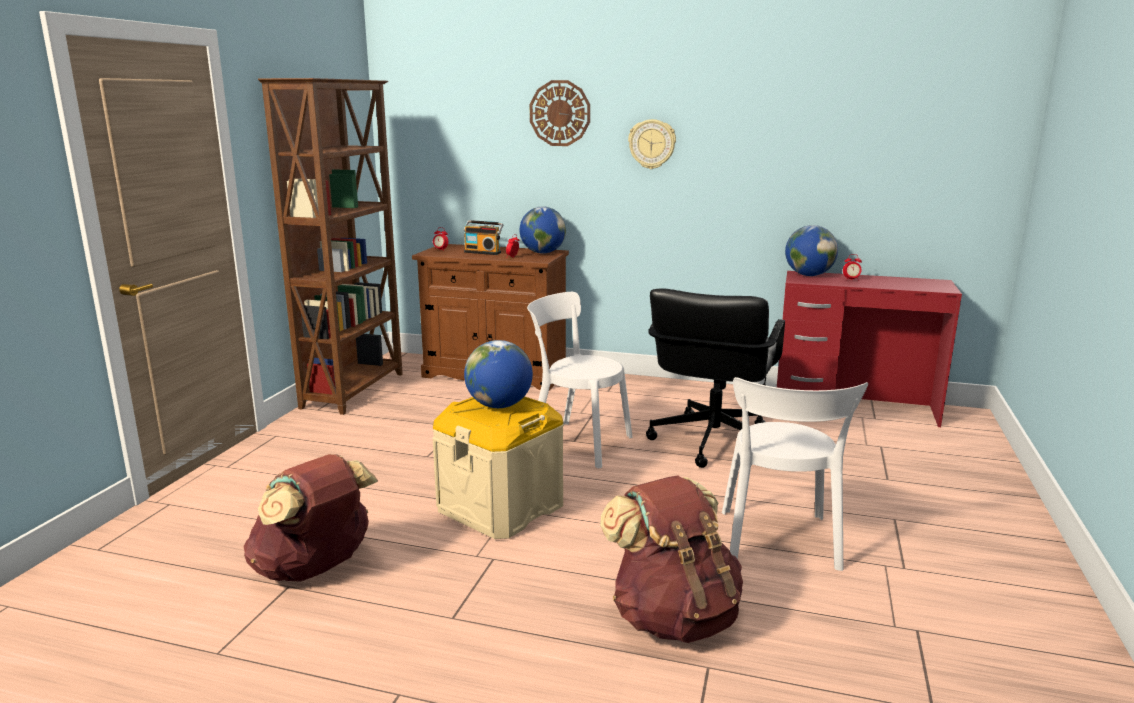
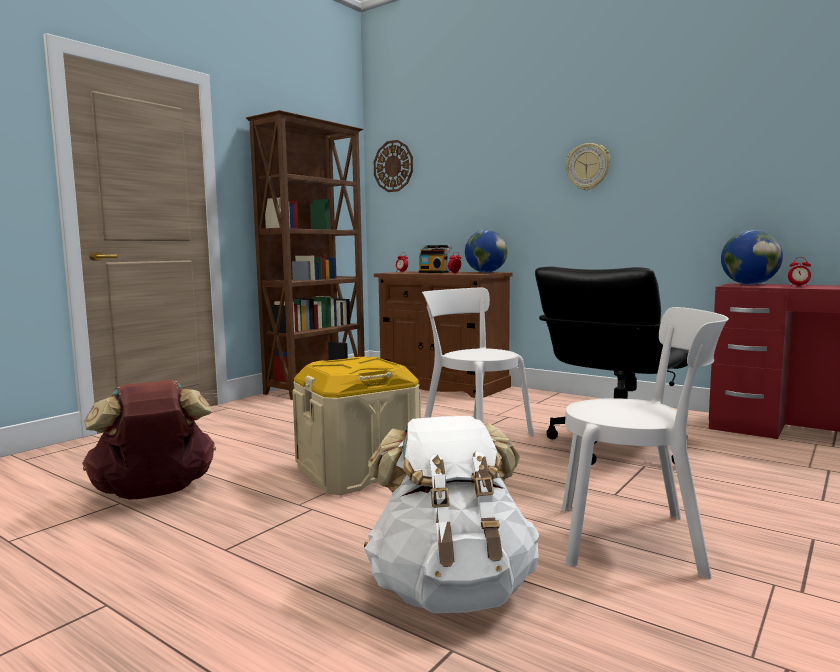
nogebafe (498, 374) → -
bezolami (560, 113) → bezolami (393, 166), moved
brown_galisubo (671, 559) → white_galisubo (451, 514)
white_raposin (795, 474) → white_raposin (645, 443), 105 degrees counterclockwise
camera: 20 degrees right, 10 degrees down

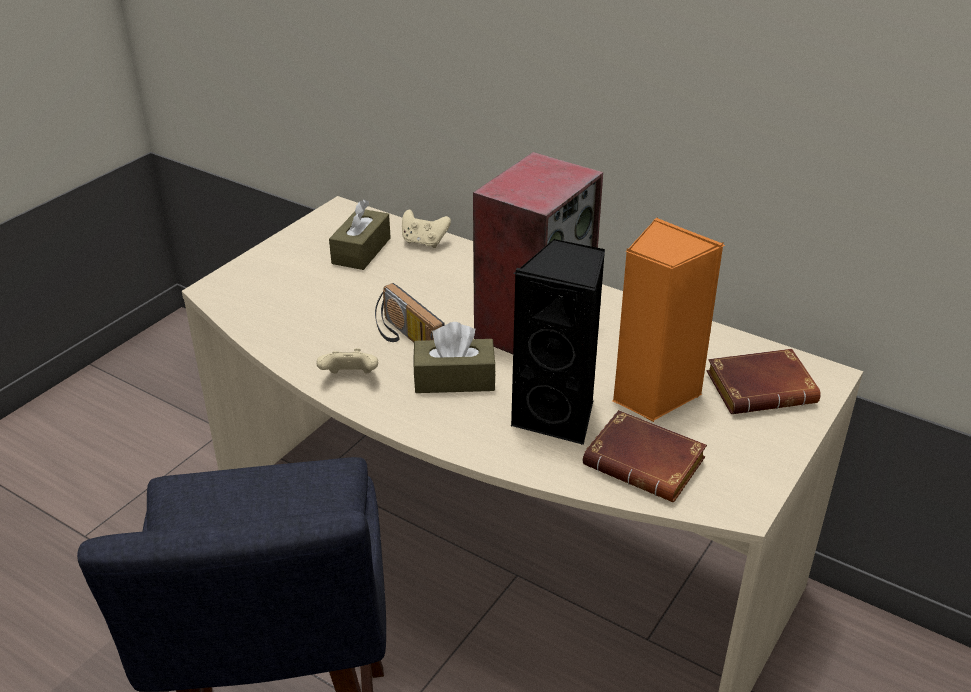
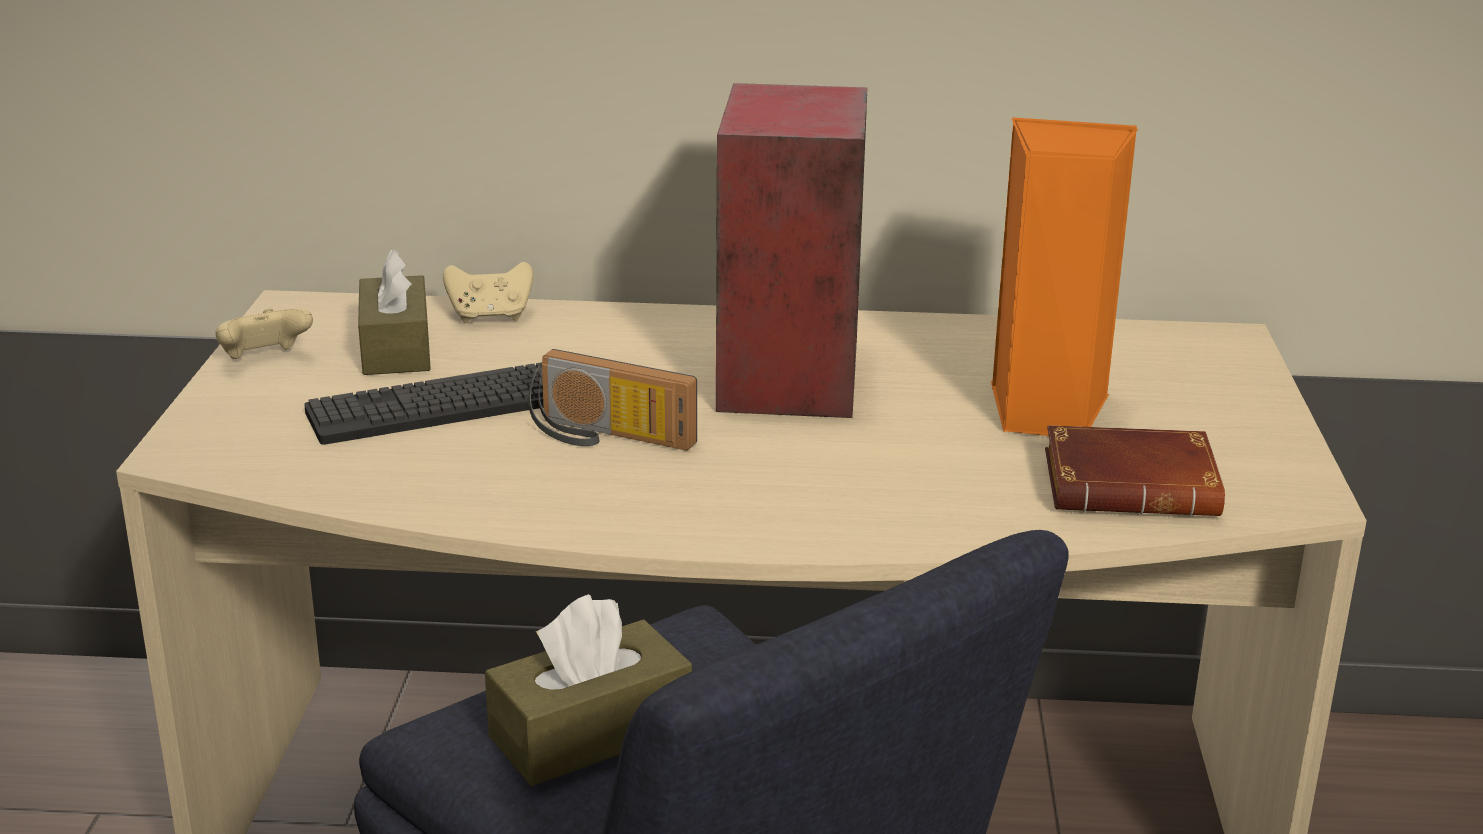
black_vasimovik (557, 342) → -
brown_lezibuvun (763, 381) → -
- → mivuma (424, 403)
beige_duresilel (347, 361) → beige_duresilel (264, 333), moved
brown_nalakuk (454, 357) → brown_nalakuk (588, 690), moved
camera: 30 degrees left, 10 degrees down

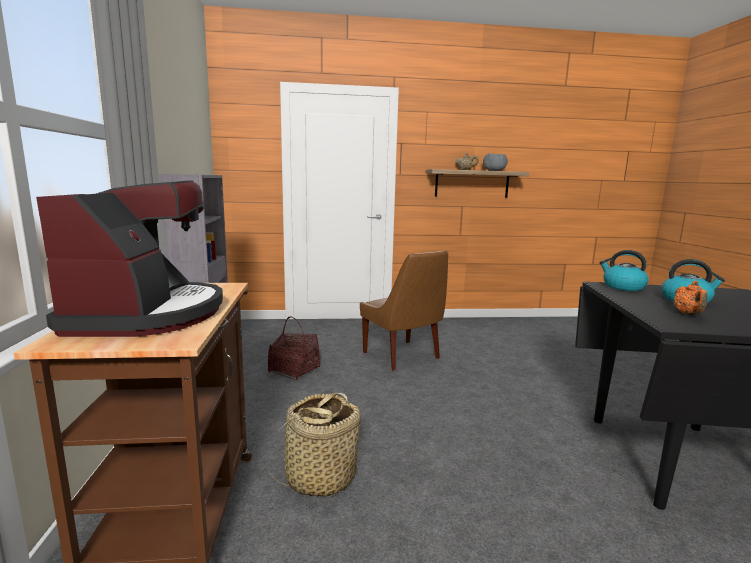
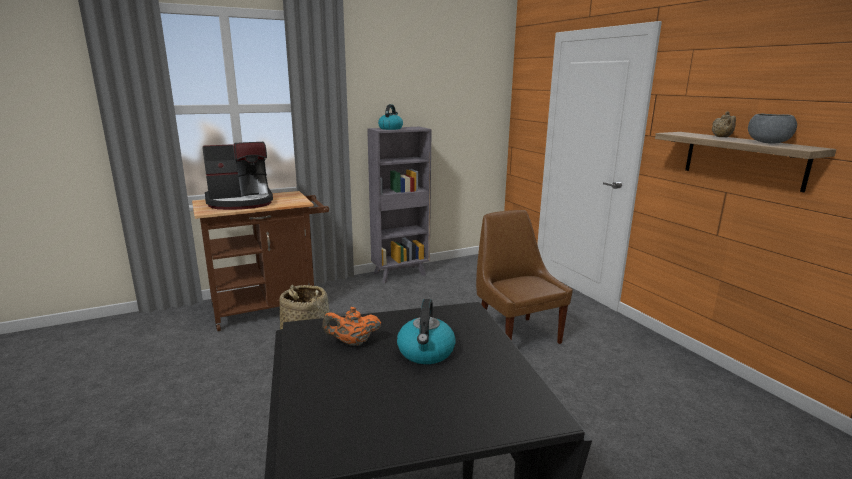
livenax (294, 348) → -
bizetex (624, 270) → bizetex (390, 117), moved
brown_raposin (404, 311) → brown_raposin (524, 277), 120 degrees clockwise
camera: 70 degrees right, 5 degrees up

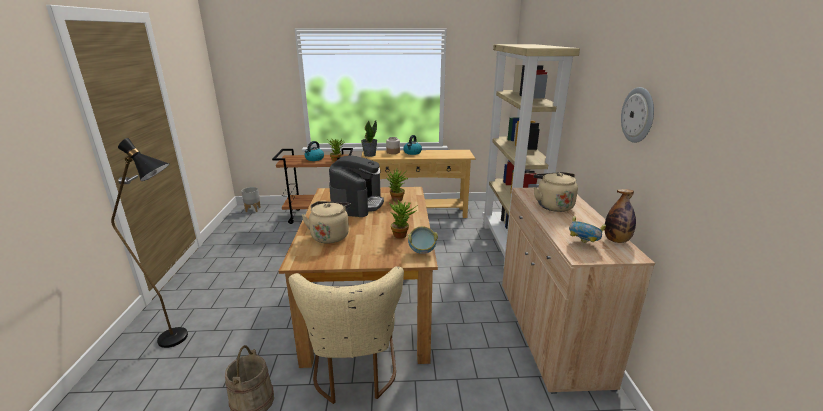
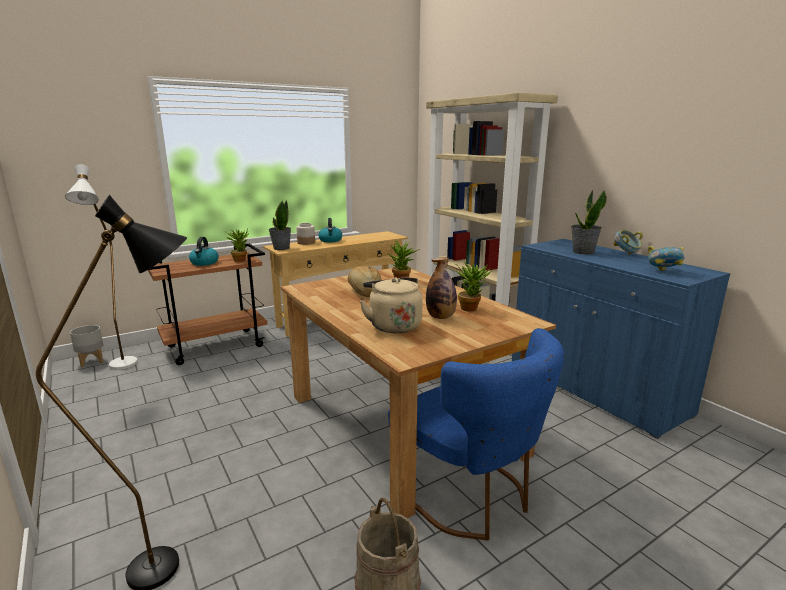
bezolami (637, 115) → -
- → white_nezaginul (101, 267)
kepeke (423, 240) → kepeke (628, 242), moved
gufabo (620, 216) → gufabo (441, 288), moved
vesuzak (356, 186) → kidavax (365, 281)
beige_bizetex (556, 192) → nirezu (589, 222)
beige_raposin (346, 335) → blue_raposin (476, 434)
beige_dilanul (578, 290) → blue_dilanul (621, 339)
camera: 30 degrees left, 5 degrees down

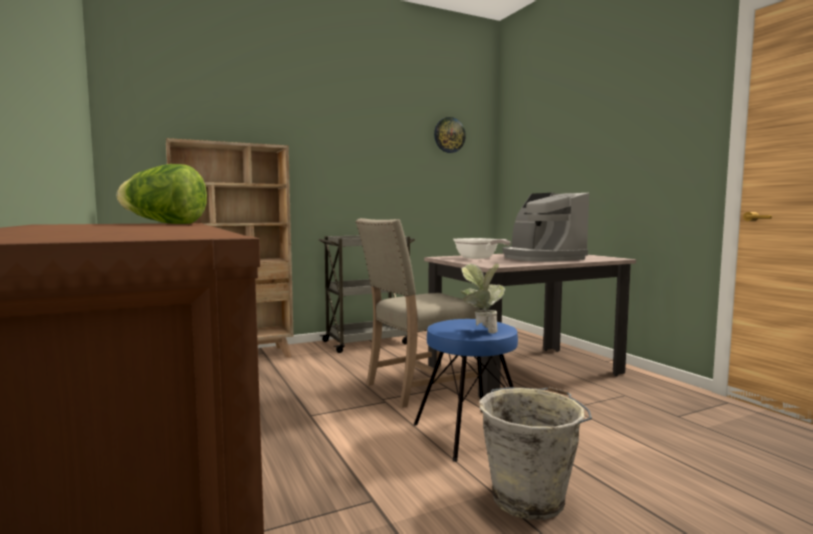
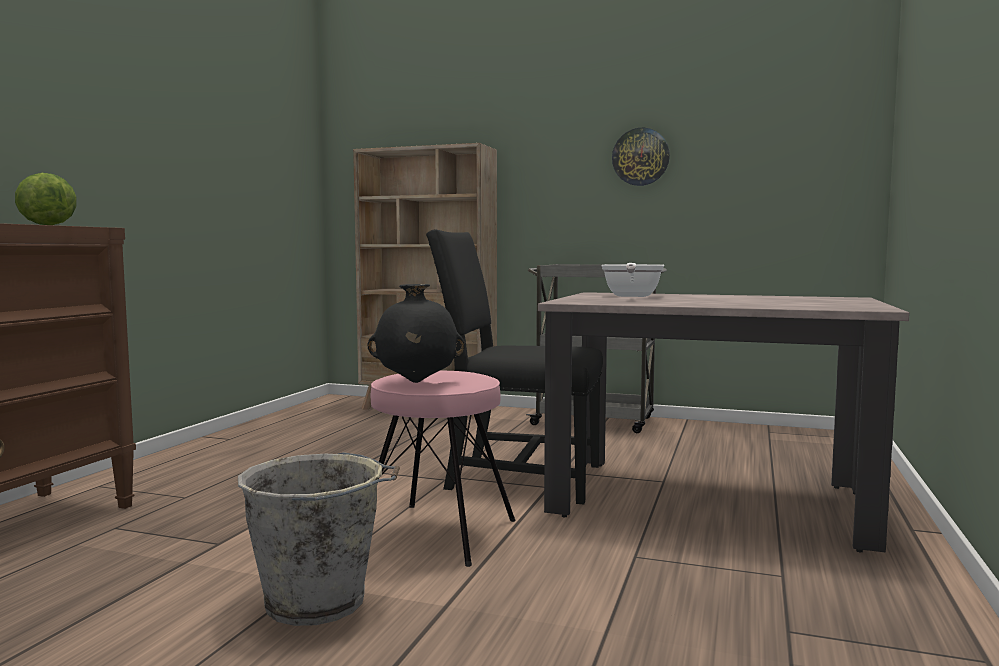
vesuzak (545, 227) → -
bezolami (450, 135) → bezolami (641, 157), moved
nirezu (483, 298) → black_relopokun (416, 333)
beige_raposin (417, 313) → black_raposin (514, 366)
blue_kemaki (466, 390) → pink_kemaki (443, 469)
camera: 45 degrees right, 0 degrees up

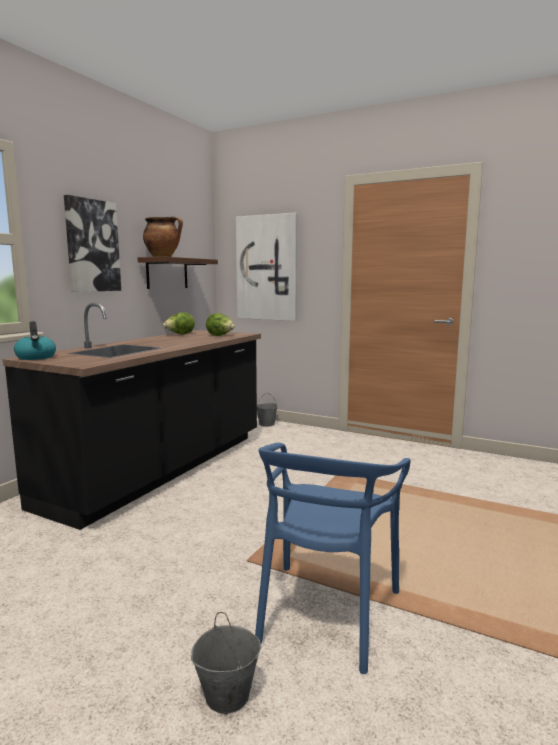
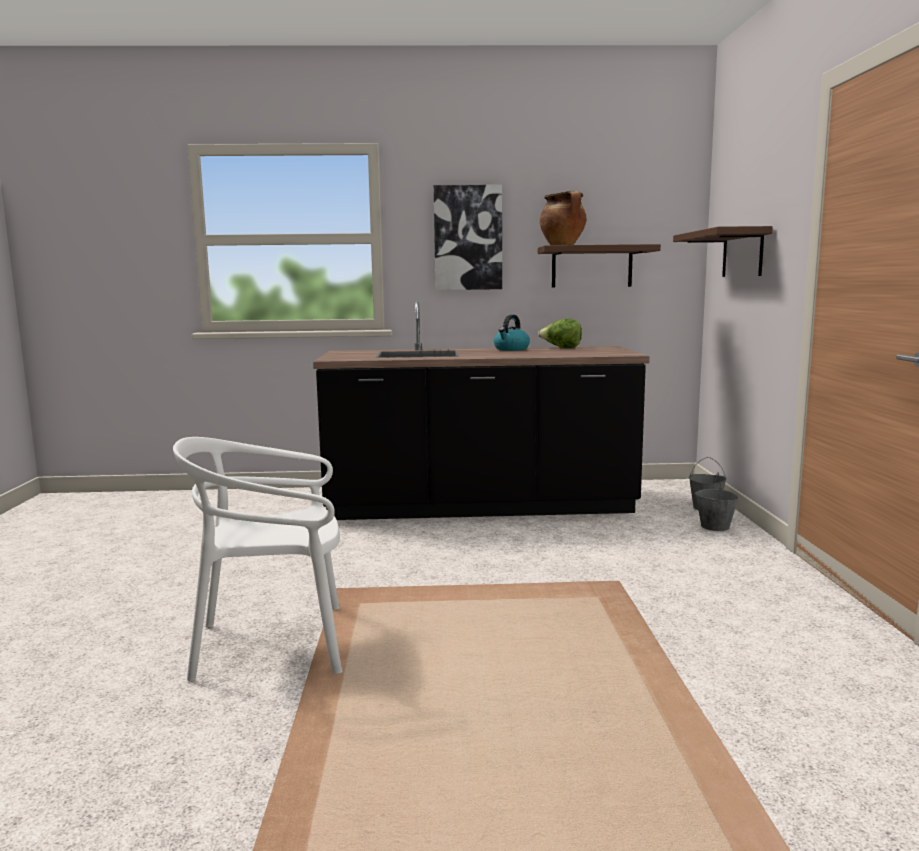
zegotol (220, 324) → -
bizetex (35, 340) → bizetex (512, 333), moved
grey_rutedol (226, 663) → grey_rutedol (717, 501), moved
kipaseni (266, 267) → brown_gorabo (723, 251)
blue_raposin (333, 558) → white_raposin (257, 559)
camera: 60 degrees right, 0 degrees up

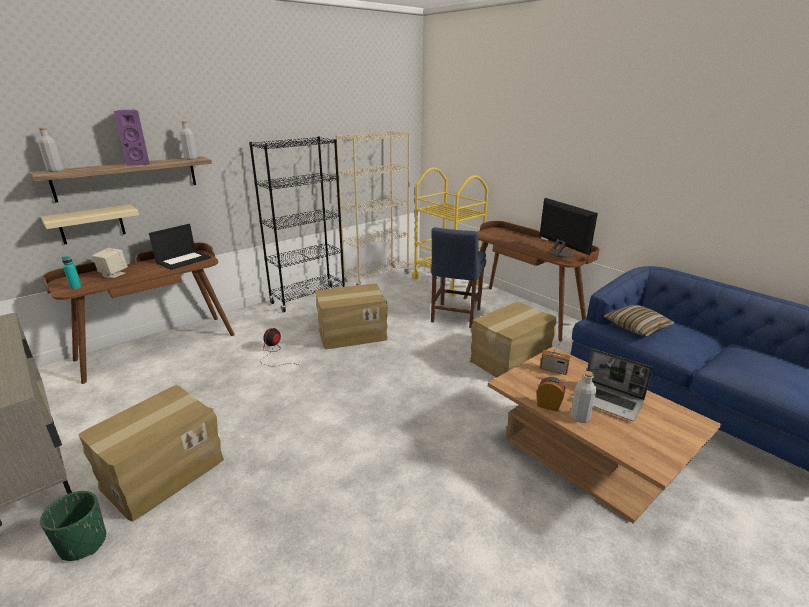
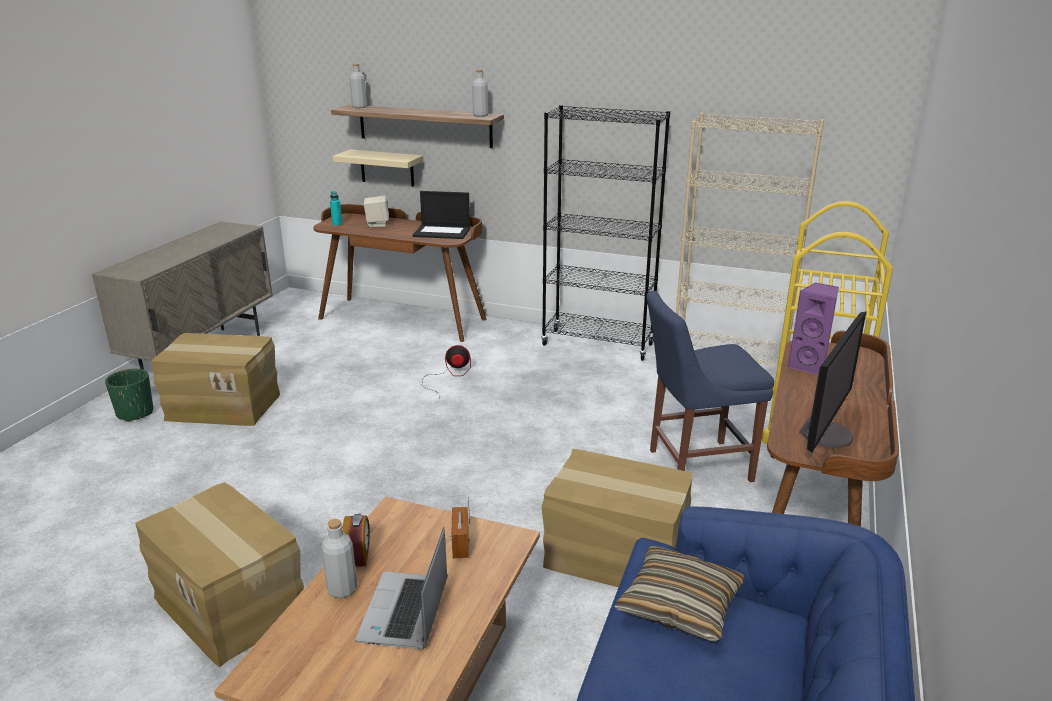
purple_vasimovik (132, 138) → purple_vasimovik (813, 328), moved
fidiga (352, 316) → fidiga (219, 574), moved
camera: 60 degrees right, 0 degrees up

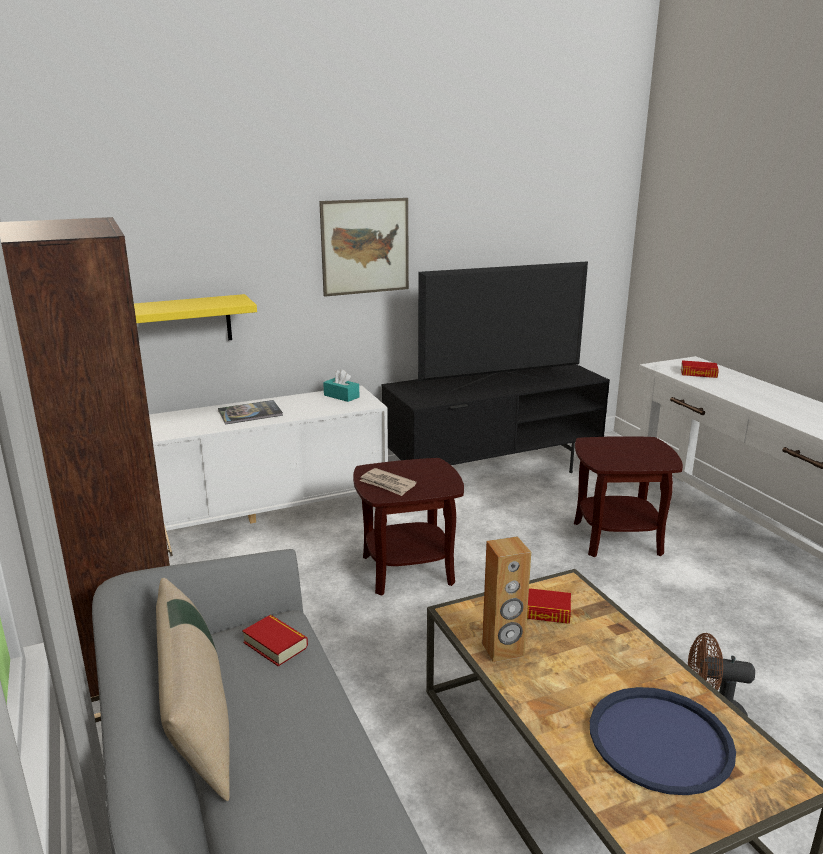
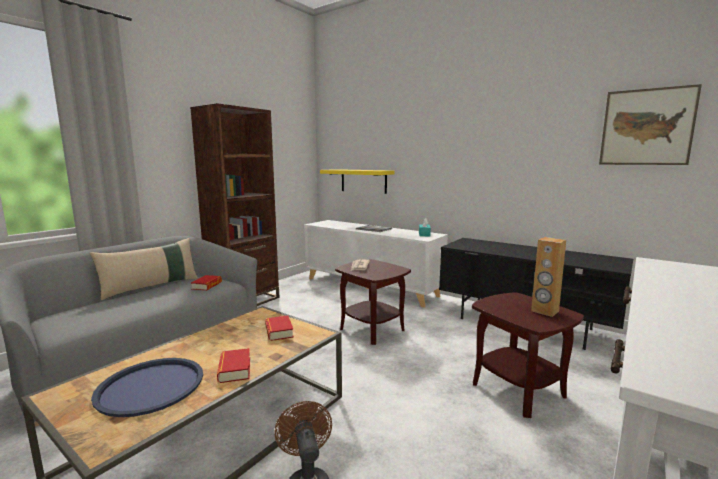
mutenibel (503, 326) → -
kipaseni (364, 247) → kipaseni (650, 124), moved
brown_vasimovik (506, 599) → brown_vasimovik (548, 277), moved
lezibuvun (700, 369) → lezibuvun (233, 365), moved
camera: 60 degrees right, 10 degrees down

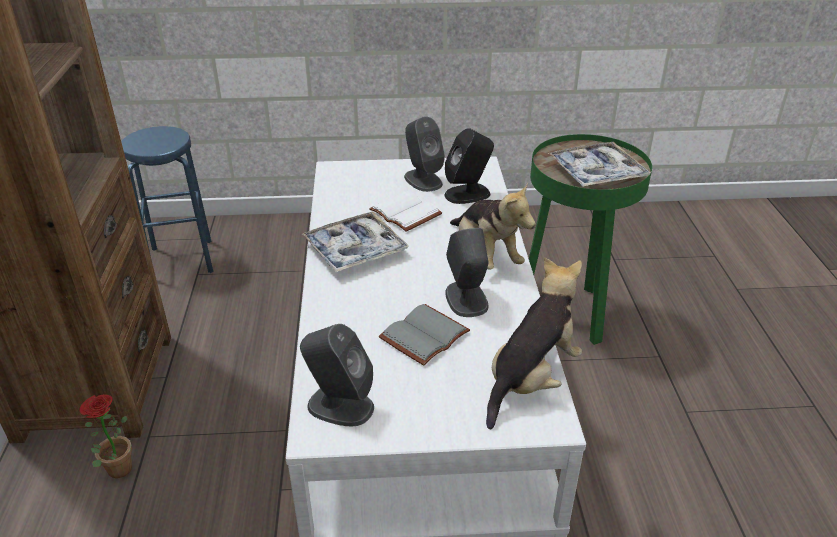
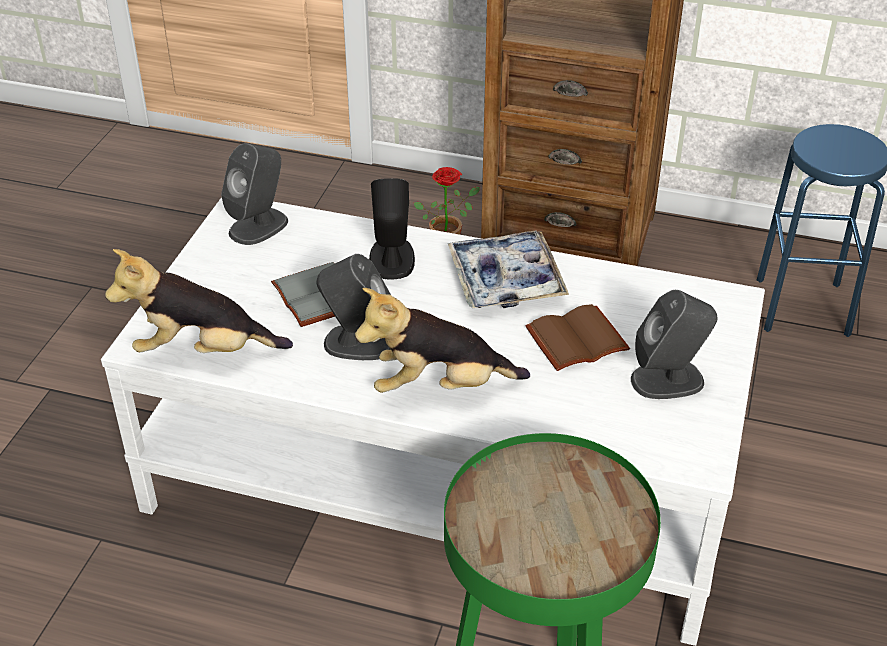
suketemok (599, 164) → -
black_vasimovik (469, 166) → black_vasimovik (392, 229), moved
white_lezibuvun (405, 211) → brown_lezibuvun (578, 337)
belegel (534, 343) → belegel (199, 301), 120 degrees clockwise
camera: 110 degrees right, 5 degrees up

